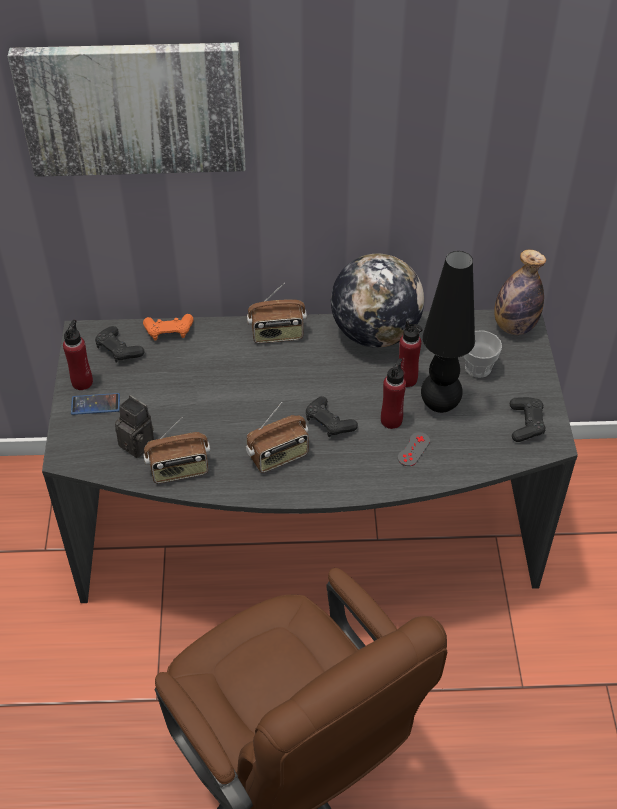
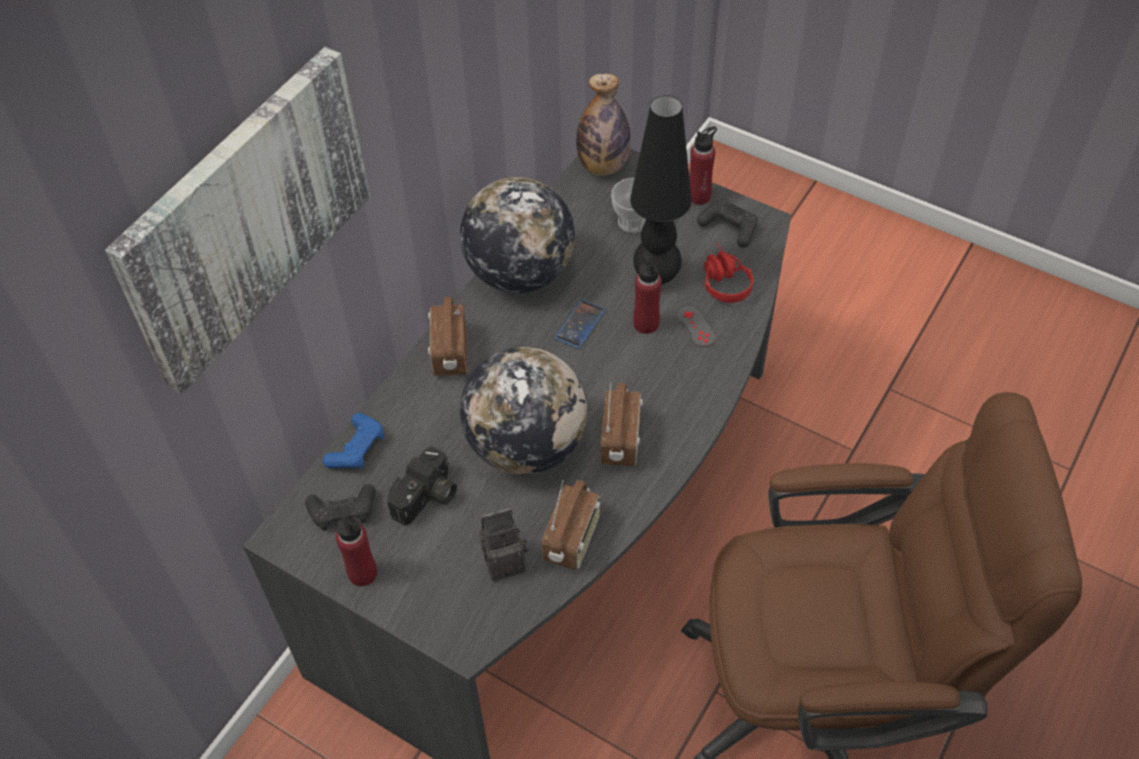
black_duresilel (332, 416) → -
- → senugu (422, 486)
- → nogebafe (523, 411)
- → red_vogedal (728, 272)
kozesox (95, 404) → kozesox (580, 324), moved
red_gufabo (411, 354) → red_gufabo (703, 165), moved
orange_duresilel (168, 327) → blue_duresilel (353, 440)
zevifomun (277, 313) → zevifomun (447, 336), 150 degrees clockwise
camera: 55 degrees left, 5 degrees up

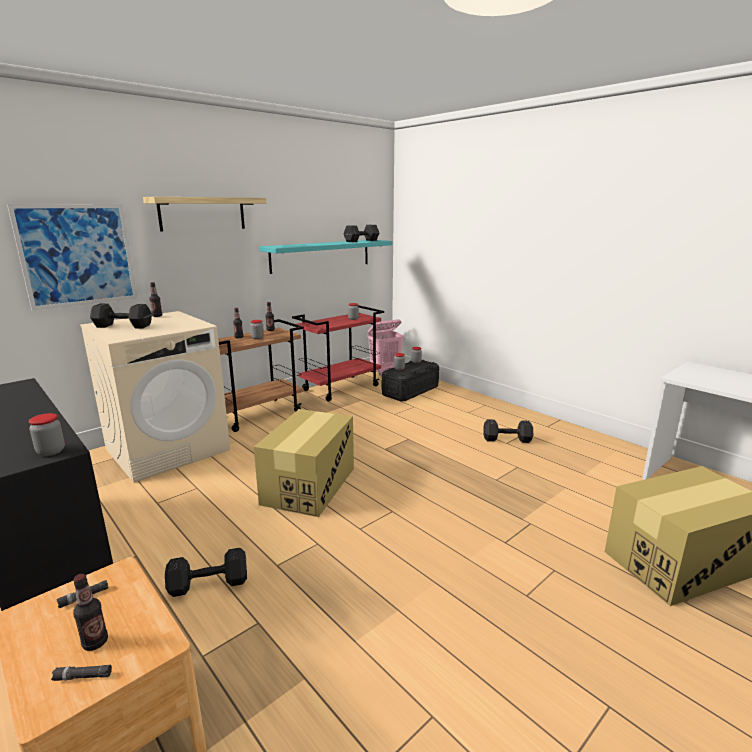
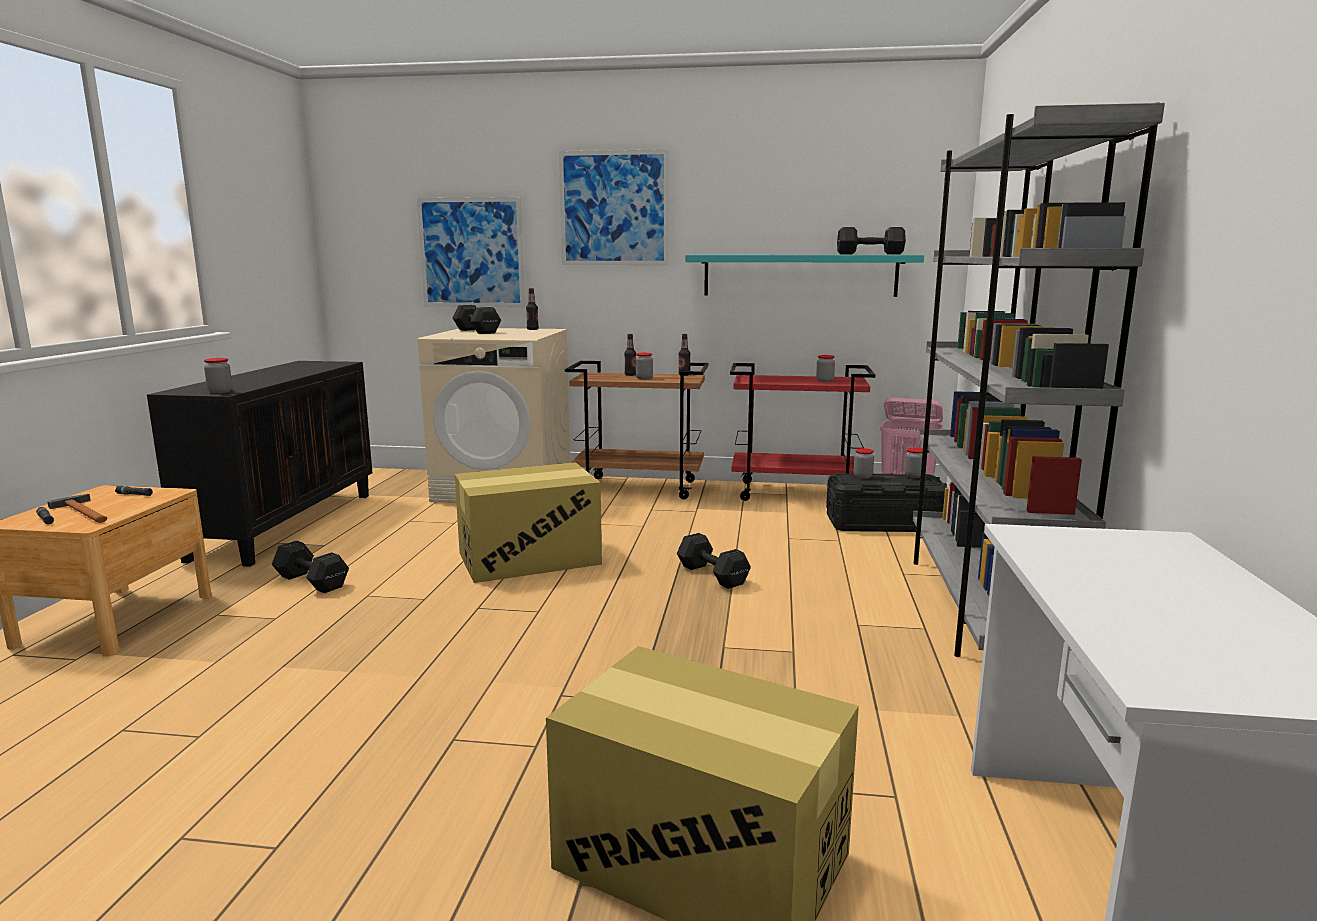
- → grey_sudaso (1039, 380)
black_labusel (508, 431) → black_labusel (714, 561), moved
gufabo (90, 612) → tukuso (77, 508)
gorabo (204, 214) → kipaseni (614, 207)
camera: 50 degrees right, 5 degrees down

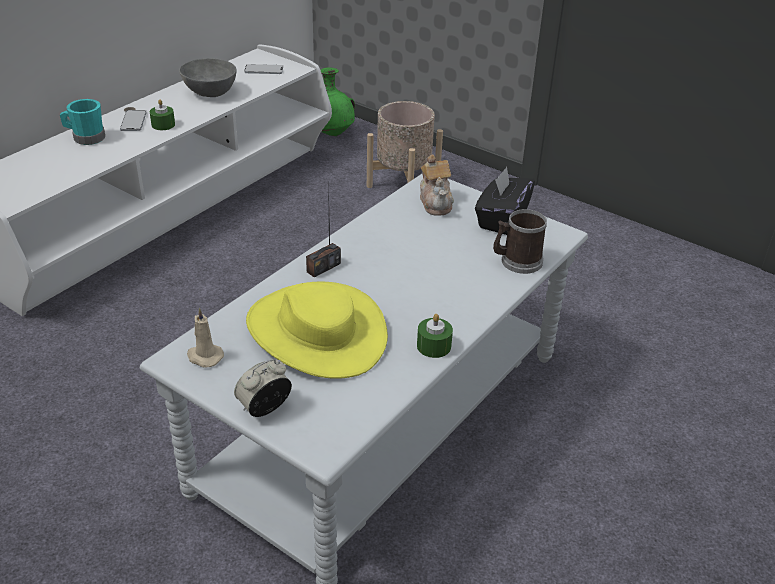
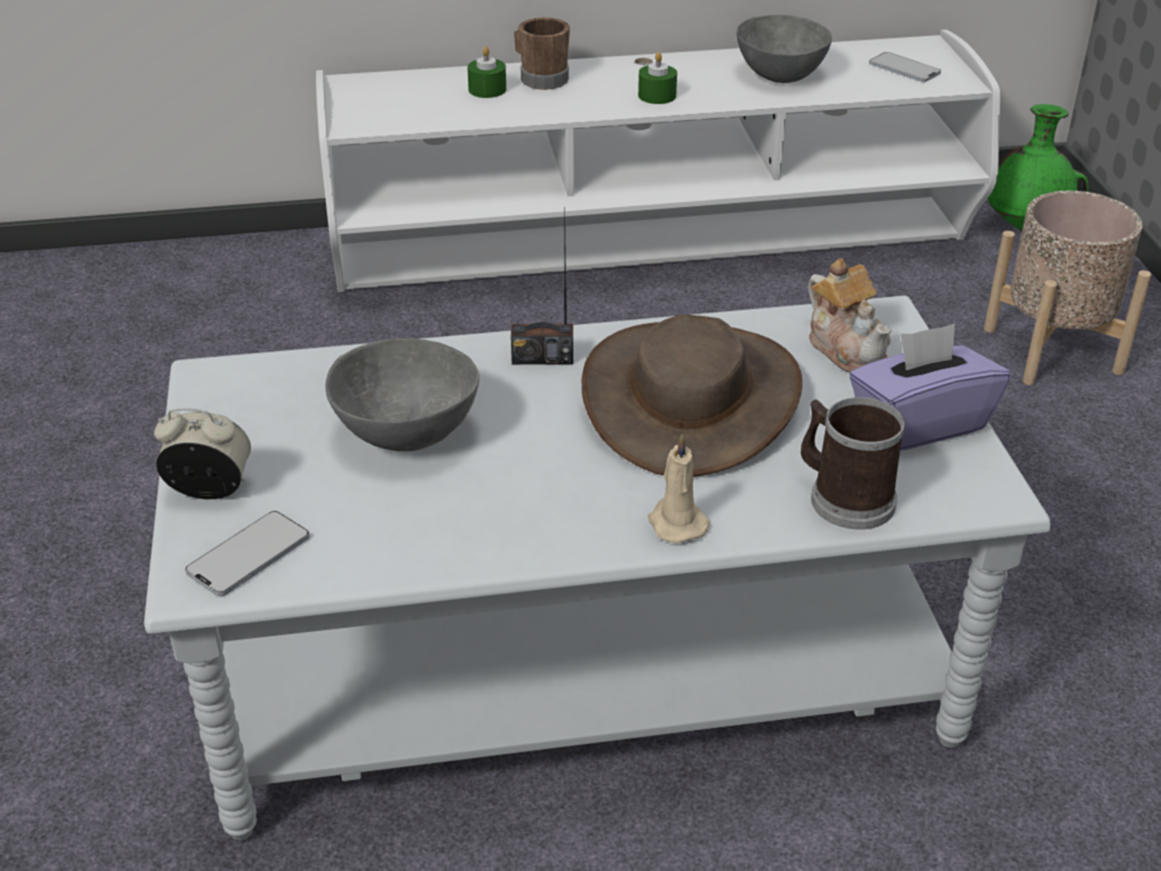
- → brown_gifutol (691, 395)
kozesox (133, 120) → kozesox (247, 554), moved
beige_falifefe (205, 338) → beige_falifefe (679, 488), moved
green_falifefe (435, 336) → green_falifefe (486, 72), moved
yellow_gifutol (317, 330) → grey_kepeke (402, 394)
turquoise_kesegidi (82, 122) → brown_kesegidi (542, 53)
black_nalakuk (505, 201) → purple_nalakuk (929, 387)
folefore (437, 185) → folefore (850, 315), 60 degrees counterclockwise
camera: 45 degrees right, 0 degrees up

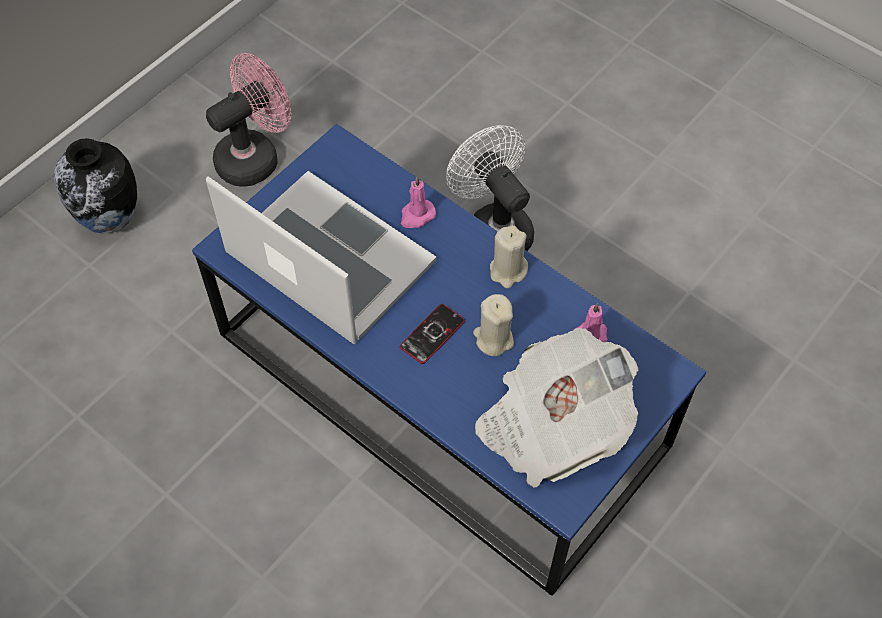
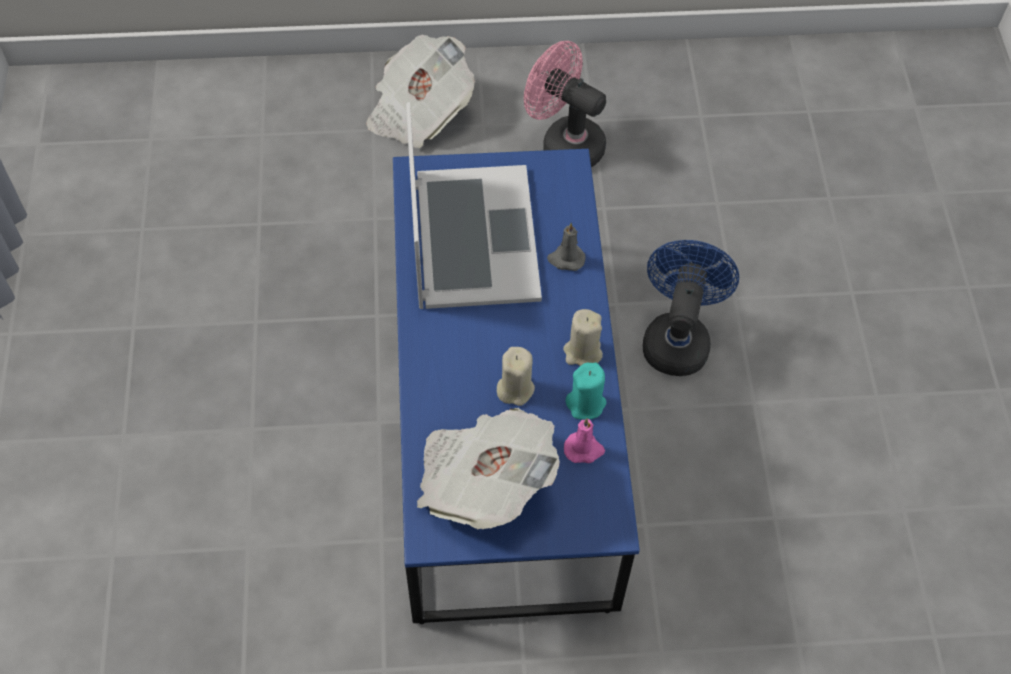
kozesox (432, 334) → -
- → turquoise_falifefe (586, 391)
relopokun (95, 186) → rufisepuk (420, 91)
pink_falifefe (418, 202) → grey_falifefe (566, 247)
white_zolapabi (490, 188) → blue_zolapabi (691, 308)
pink_zolapabi (249, 119) → pink_zolapabi (565, 104), 150 degrees counterclockwise
camera: 45 degrees right, 0 degrees up

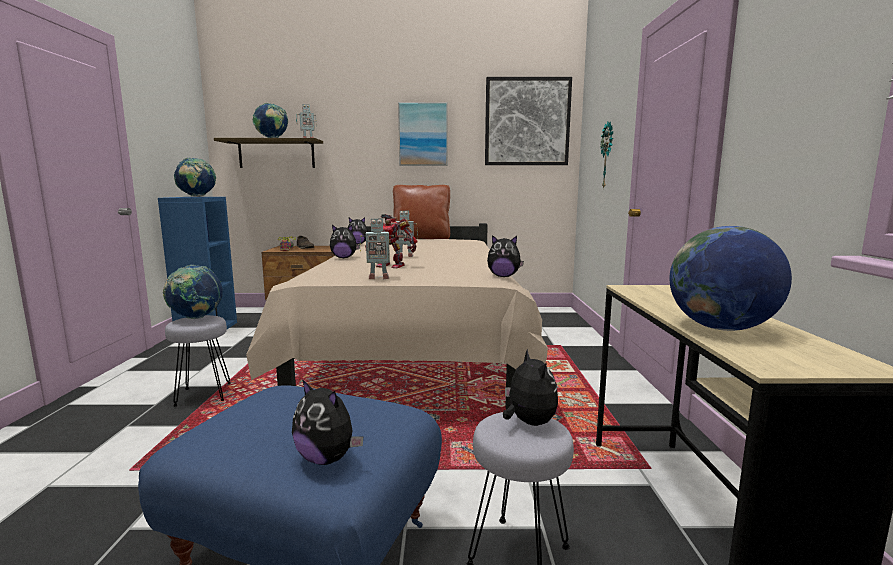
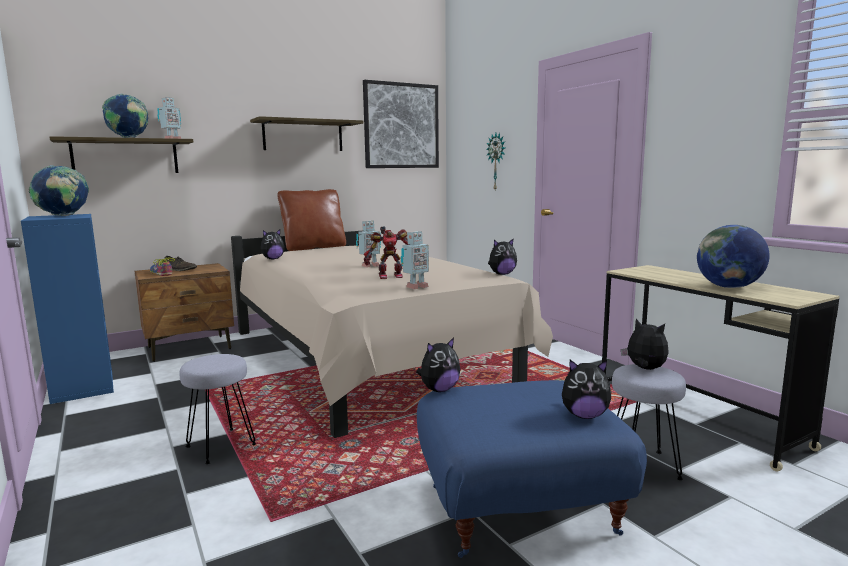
nogebafe (193, 292) → -
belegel (345, 241) → belegel (438, 365), moved
kipaseni (423, 134) → gorabo (306, 133)
camera: 30 degrees left, 0 degrees up

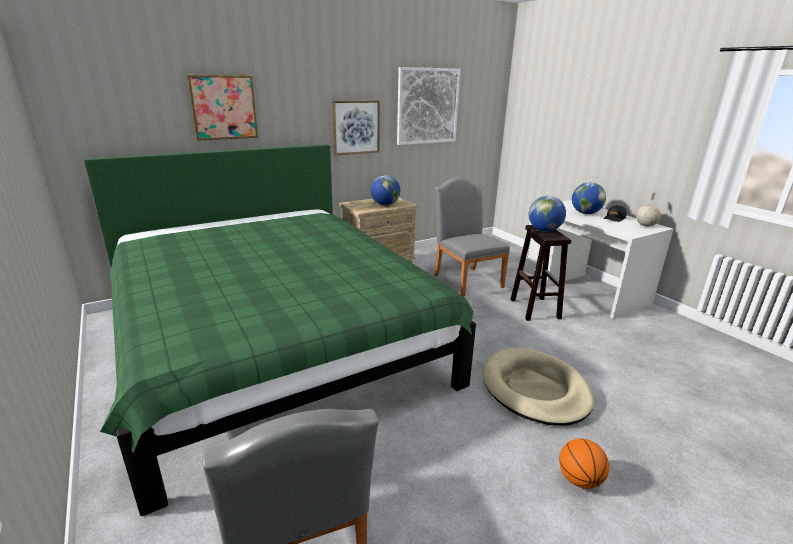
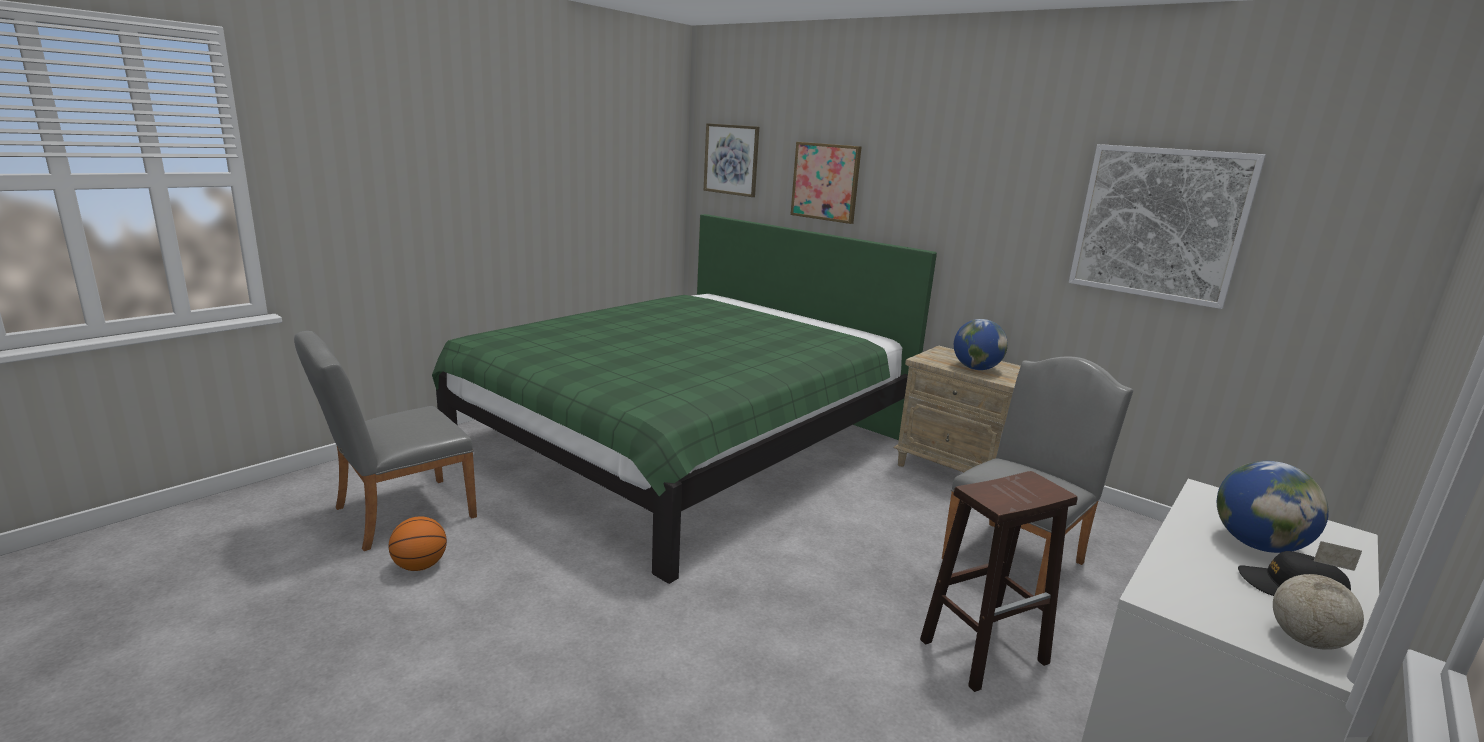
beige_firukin (538, 387) → -
nogebafe (547, 214) → -
kipaseni (356, 127) → kipaseni (731, 160), moved
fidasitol (584, 463) → fidasitol (418, 543), moved
camera: 70 degrees right, 5 degrees down

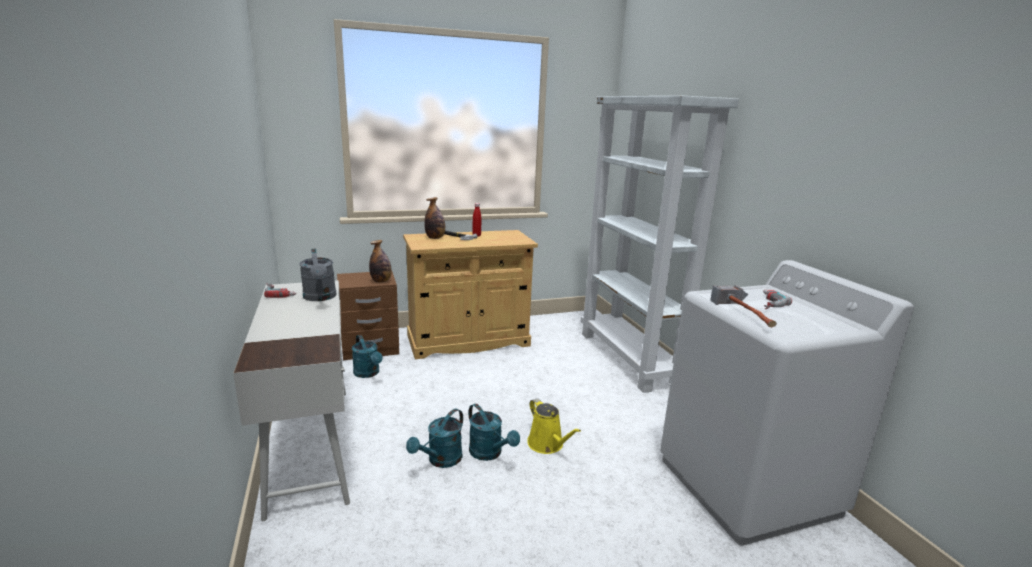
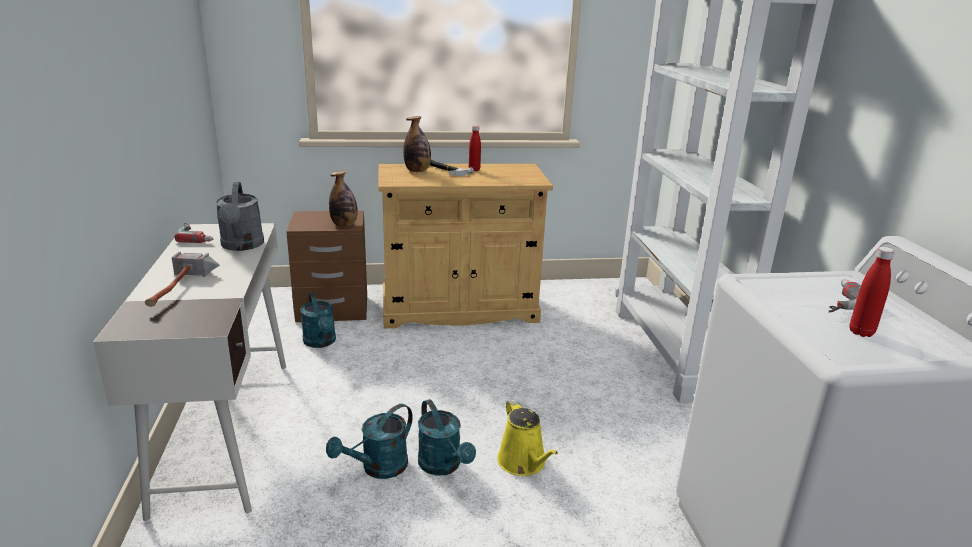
- → red_gufabo (872, 292)
tukuso (743, 306) → tukuso (182, 279), moved
camera: 10 degrees right, 5 degrees up

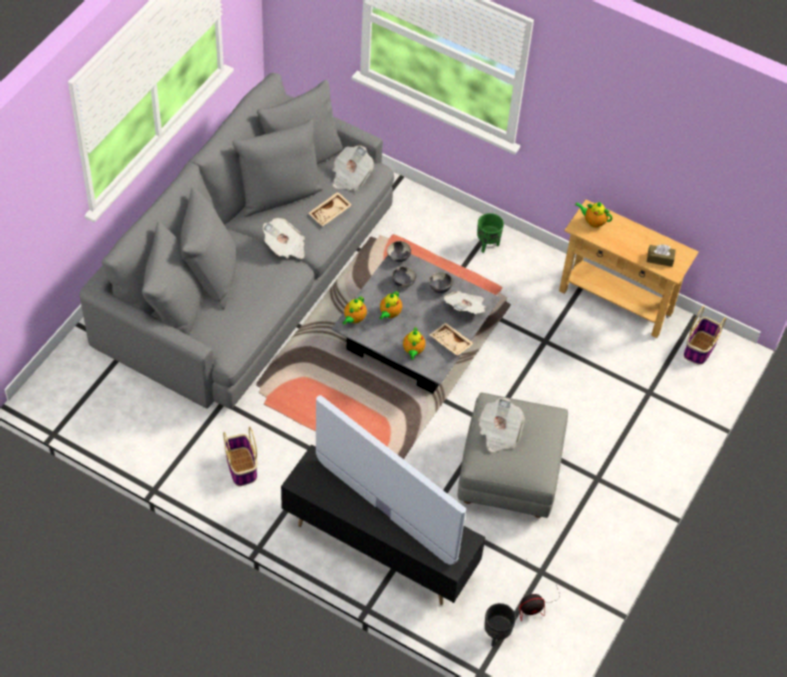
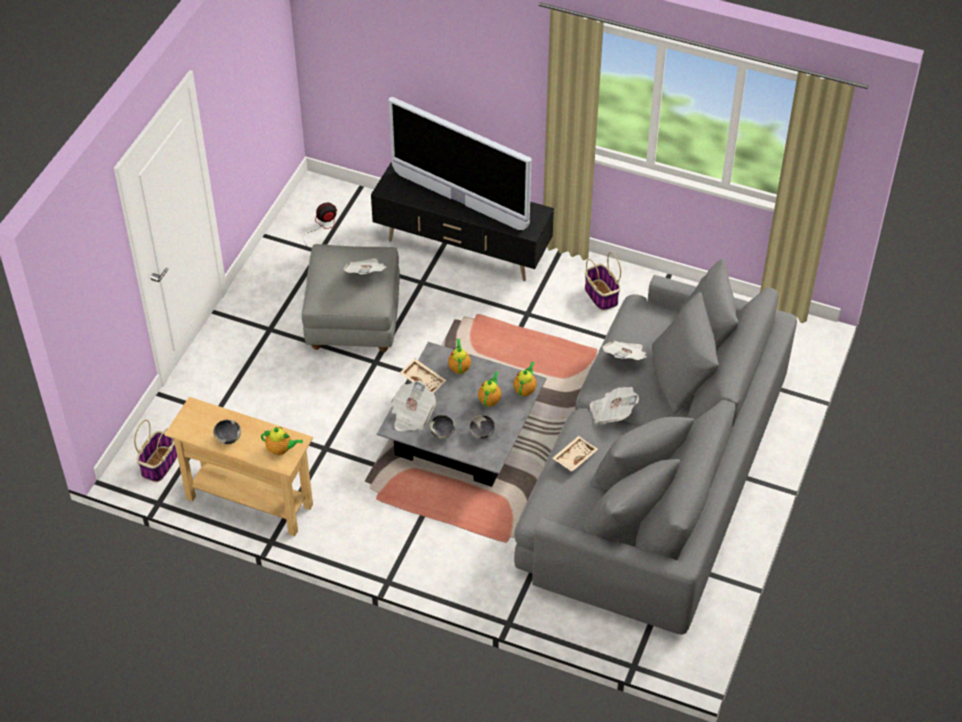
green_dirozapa (490, 233) → -
black_dirozapa (500, 625) → -
brown_nalakuk (661, 255) → -
rufisepuk (353, 168) → rufisepuk (625, 350), moved
kepeke (399, 251) → kepeke (227, 432), moved
camera: 175 degrees right, 5 degrees down

